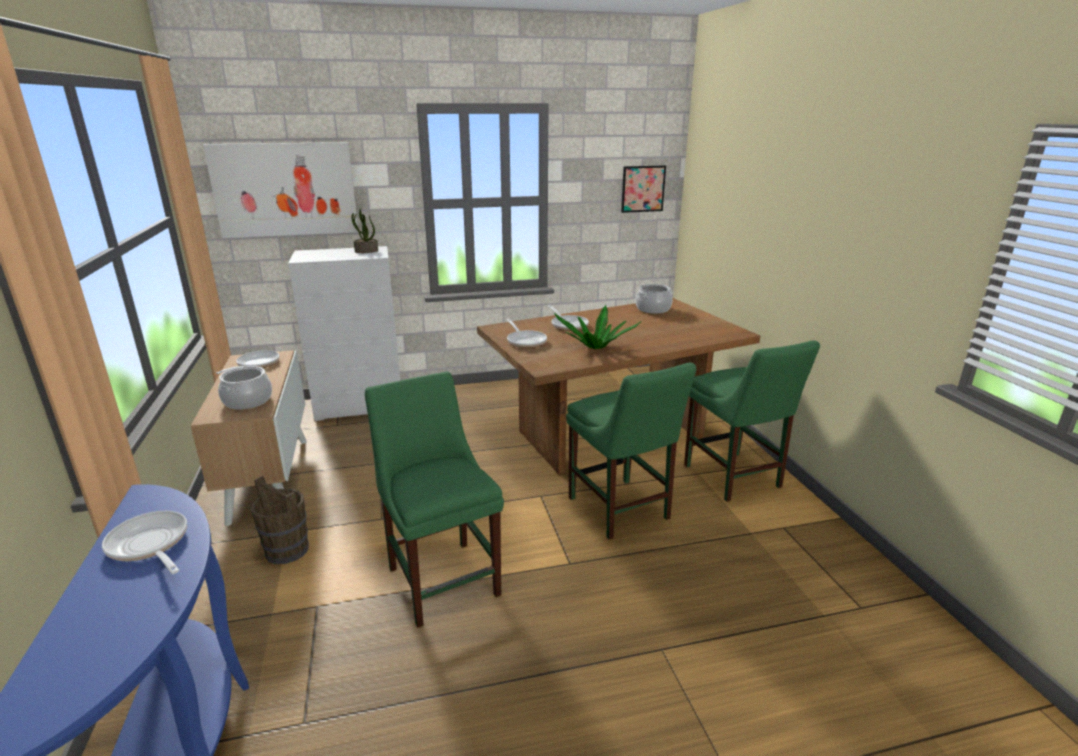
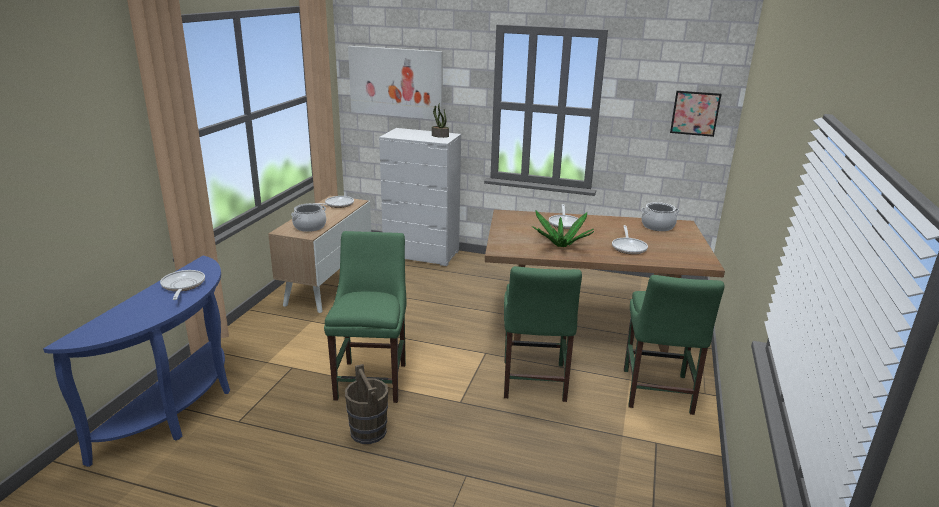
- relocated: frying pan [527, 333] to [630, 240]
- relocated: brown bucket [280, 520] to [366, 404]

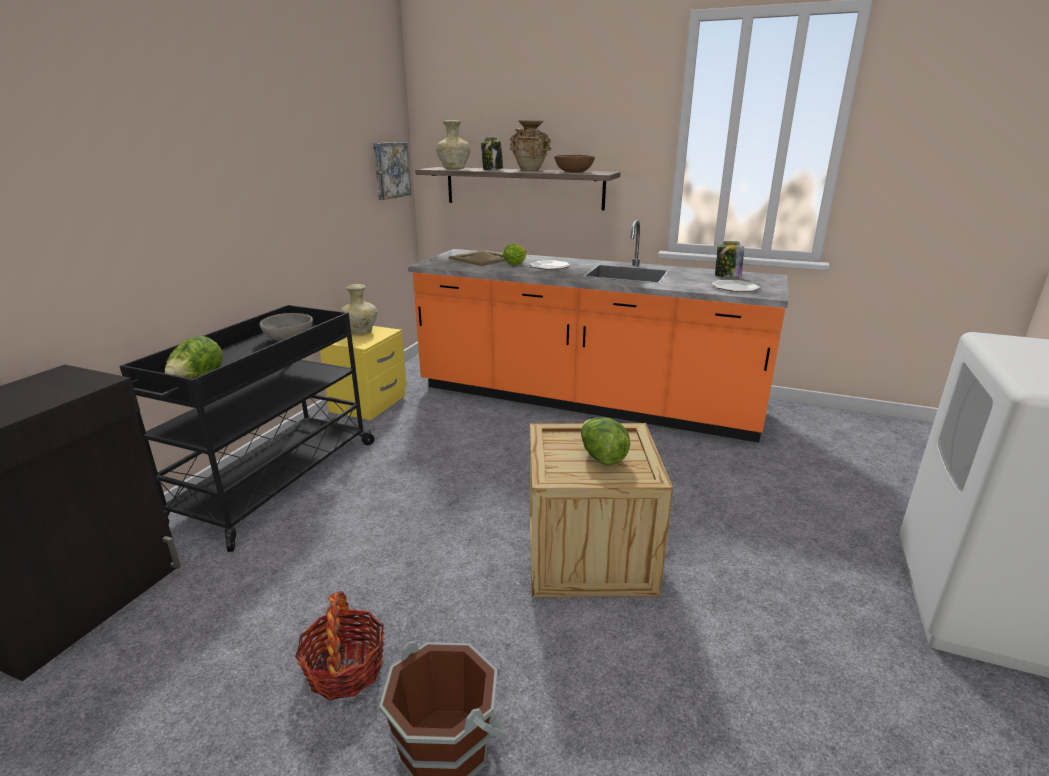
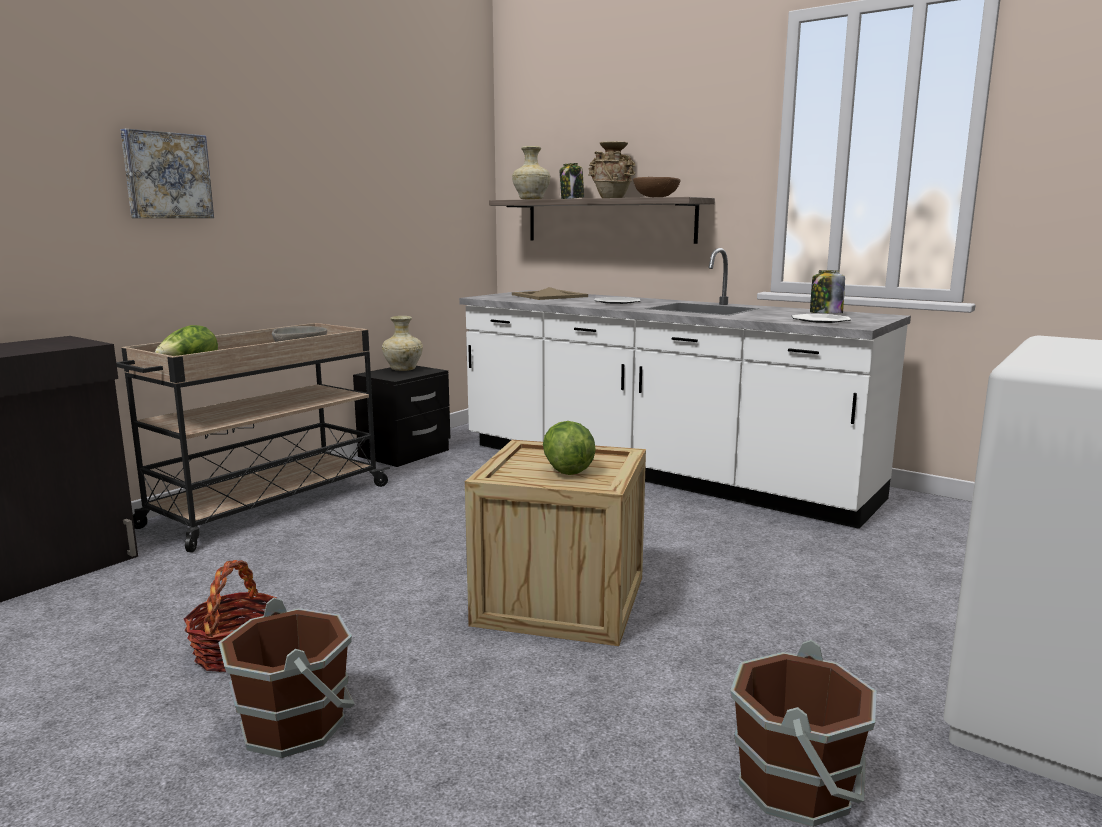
- relocated: picture [392, 171] to [167, 173]
- colour: orange counter [598, 331] to white counter [685, 388]
- missing: lettuce [514, 254]
- colour: black cart [248, 428] to beige cart [253, 437]
- colour: yellow nightstand [363, 373] to black nightstand [401, 416]
- appeared: brown bucket [803, 733]

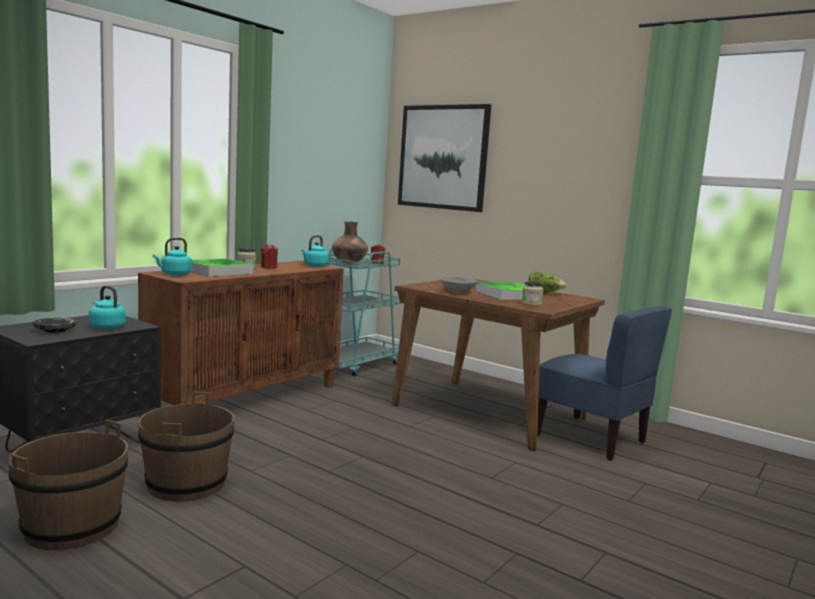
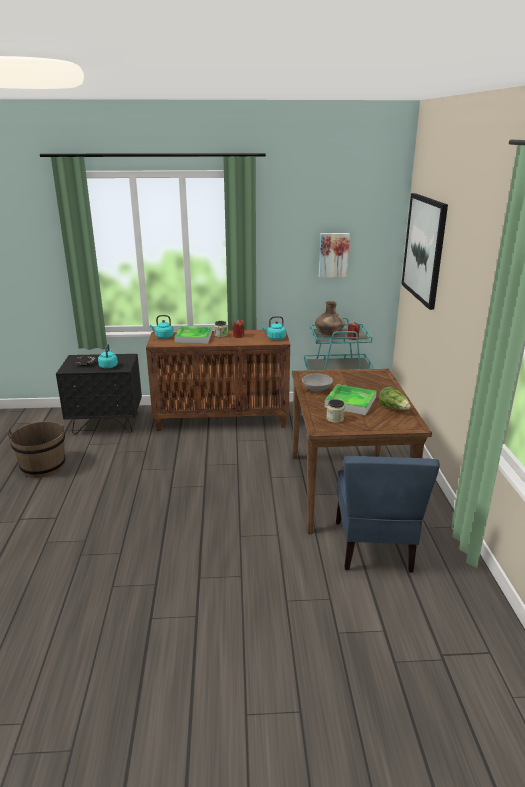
- missing: brown bucket [186, 447]
- appeared: picture [334, 255]

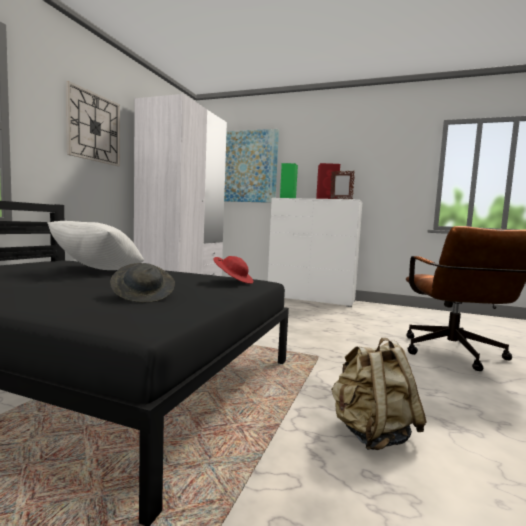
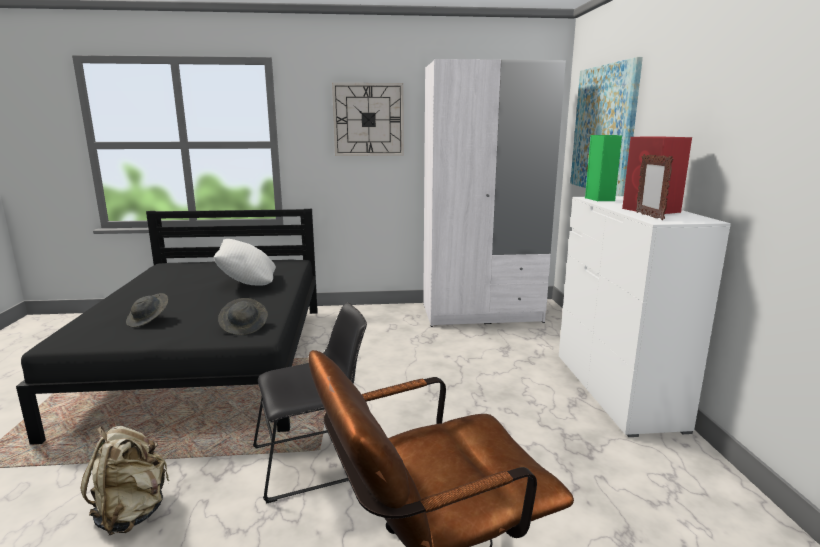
- colour: red hat [233, 270] to grey hat [243, 316]
- appeared: black chair [310, 403]

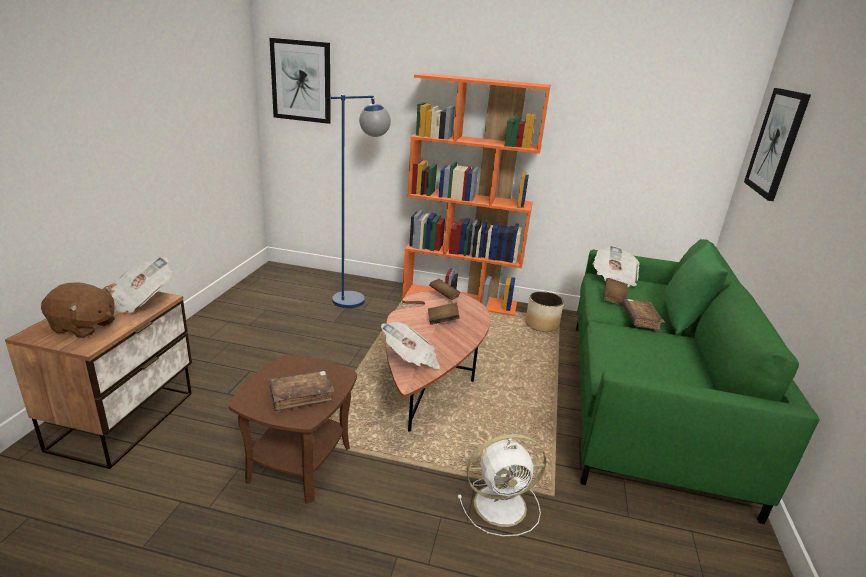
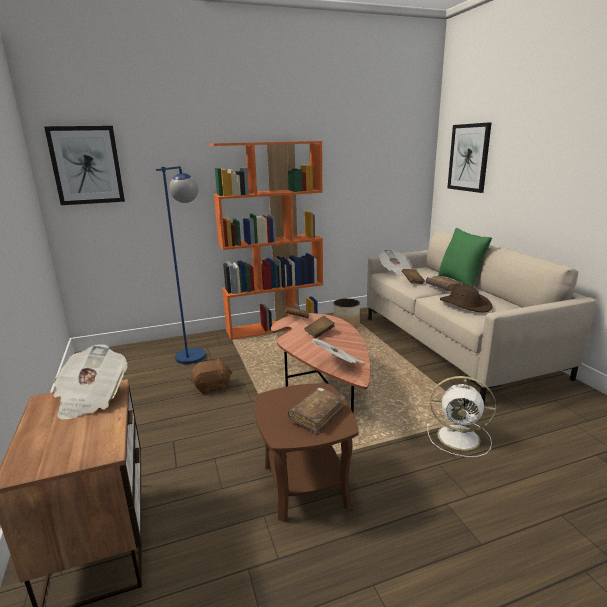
- colour: green sofa [698, 381] to beige sofa [482, 316]
- relocated: brown plush toy [78, 310] to [212, 376]
- spun: white fan [502, 485] = [461, 416] 60 degrees clockwise
- appeared: brown hat [466, 298]

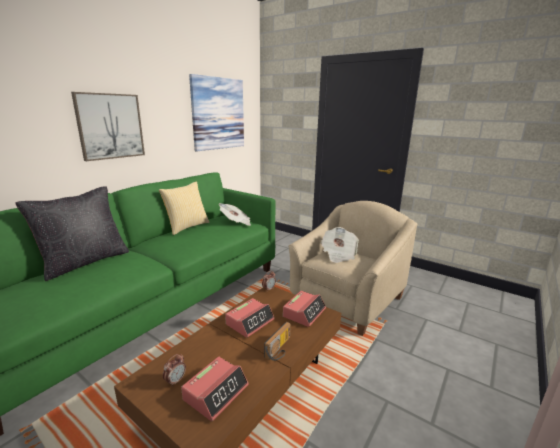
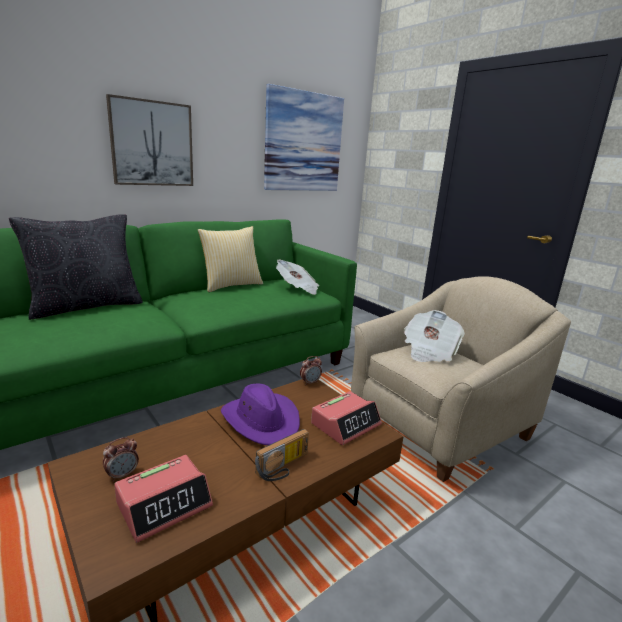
- exchanged: alarm clock [250, 318] to purple hat [260, 414]

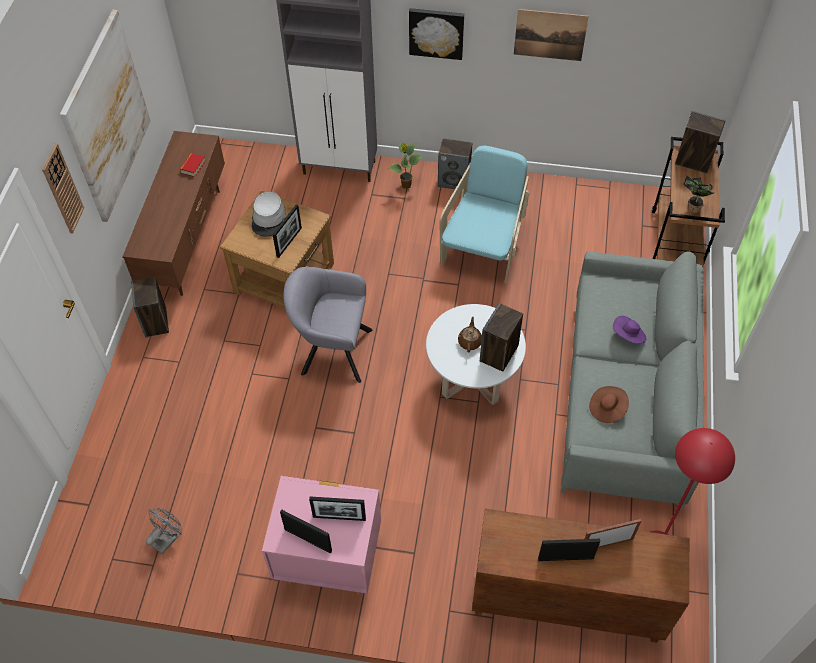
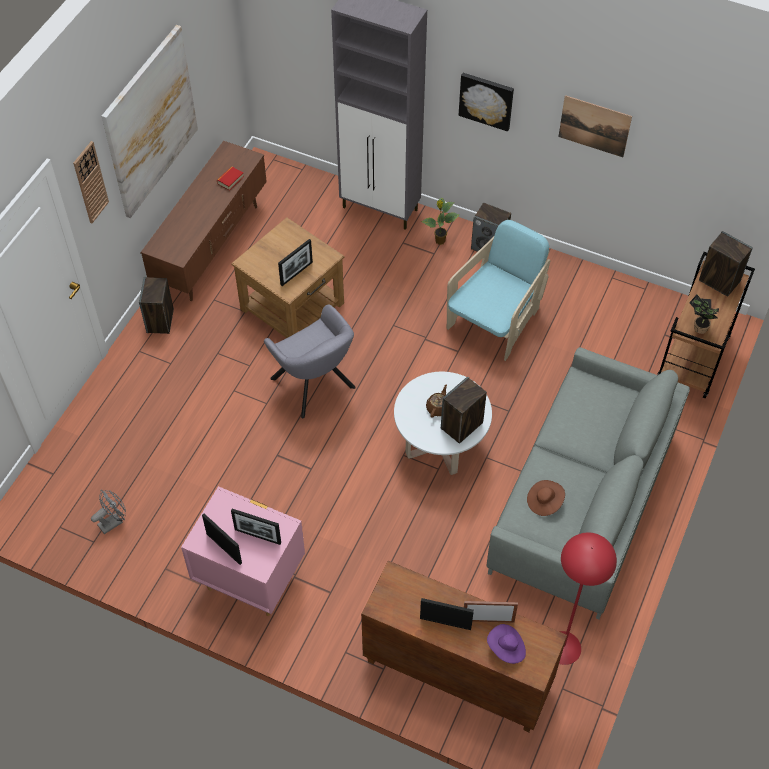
- missing: grey hat [269, 214]
- spun: grey armchair [328, 325] = [310, 362] 150 degrees counterclockwise
- relocated: purple hat [629, 330] to [506, 644]

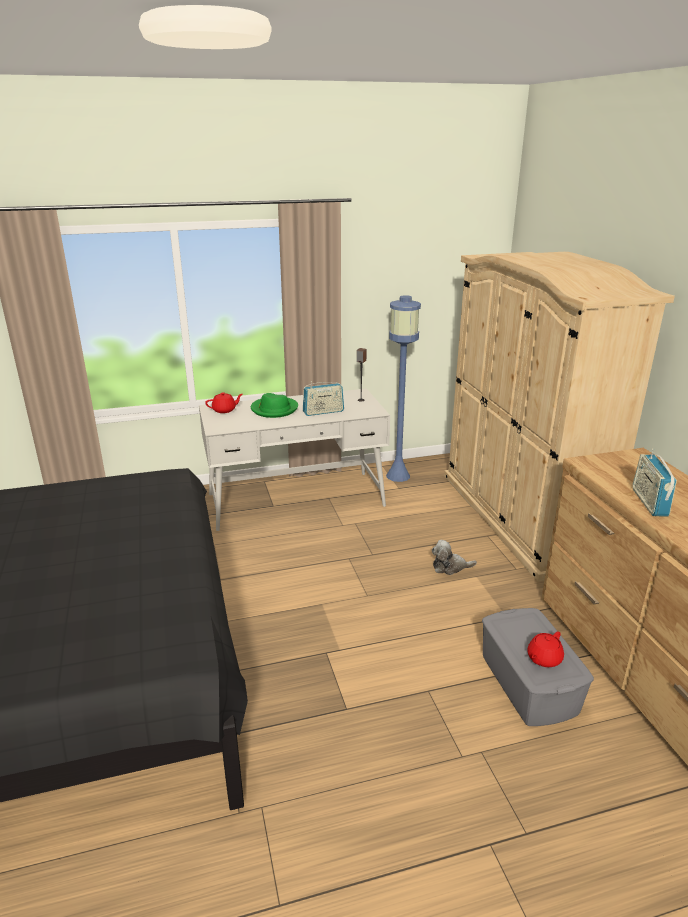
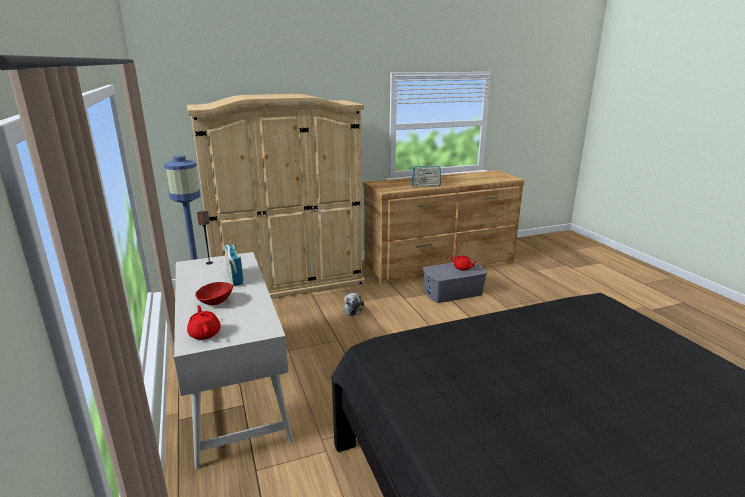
- exchanged: green hat [274, 405] to red bowl [214, 293]

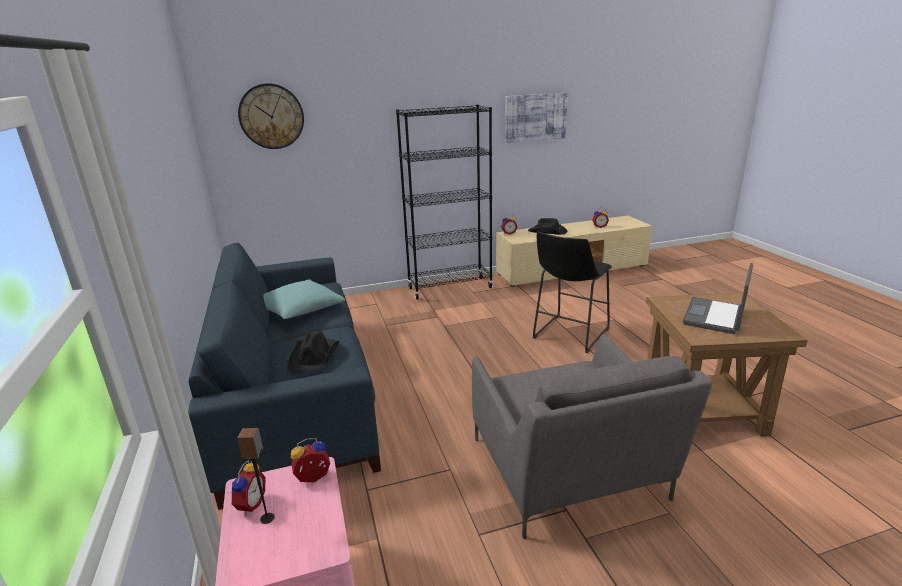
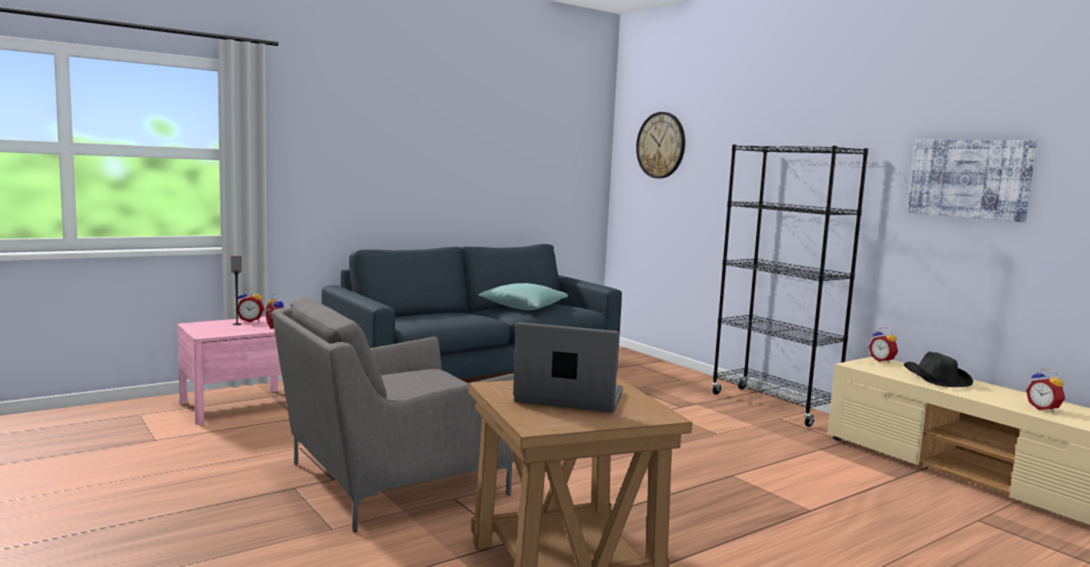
- missing: black stool [572, 292]
- missing: black hat [313, 352]

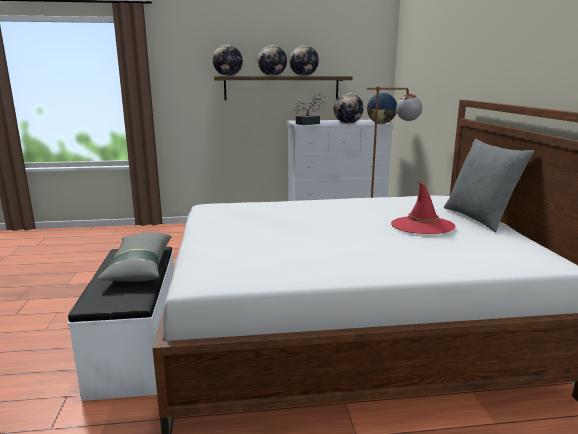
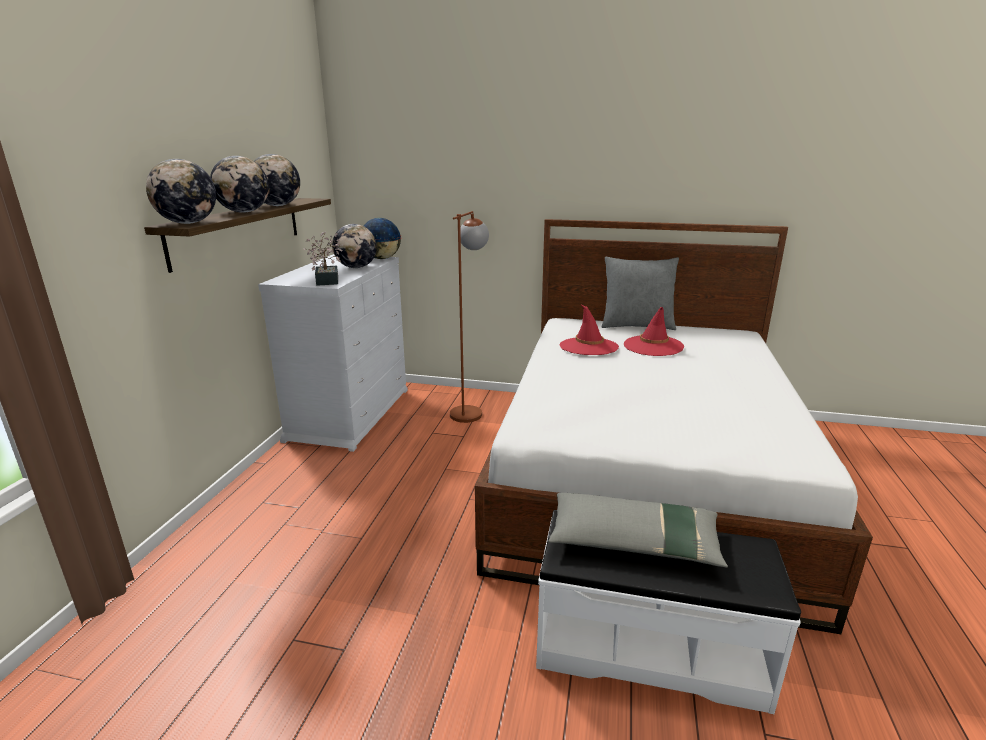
- appeared: red hat [589, 330]

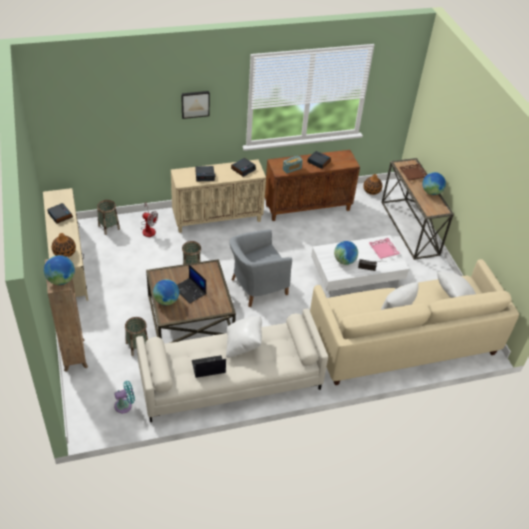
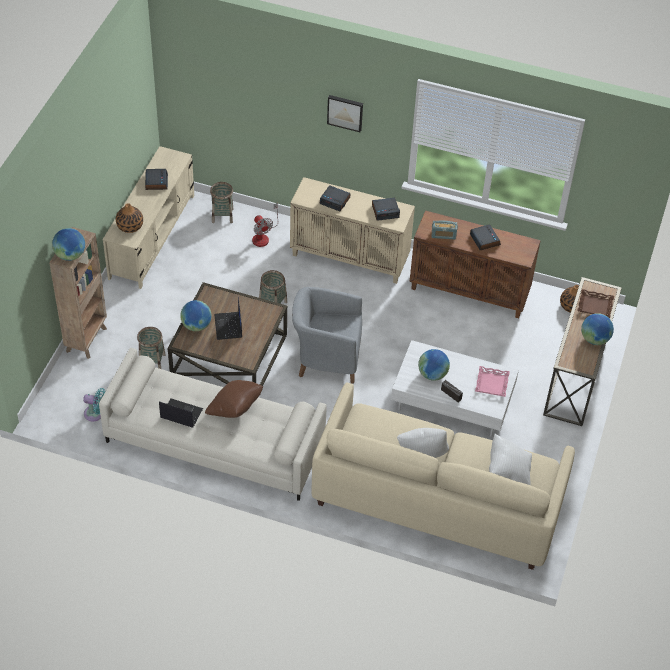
- colour: white pillow [244, 337] to brown pillow [234, 399]

